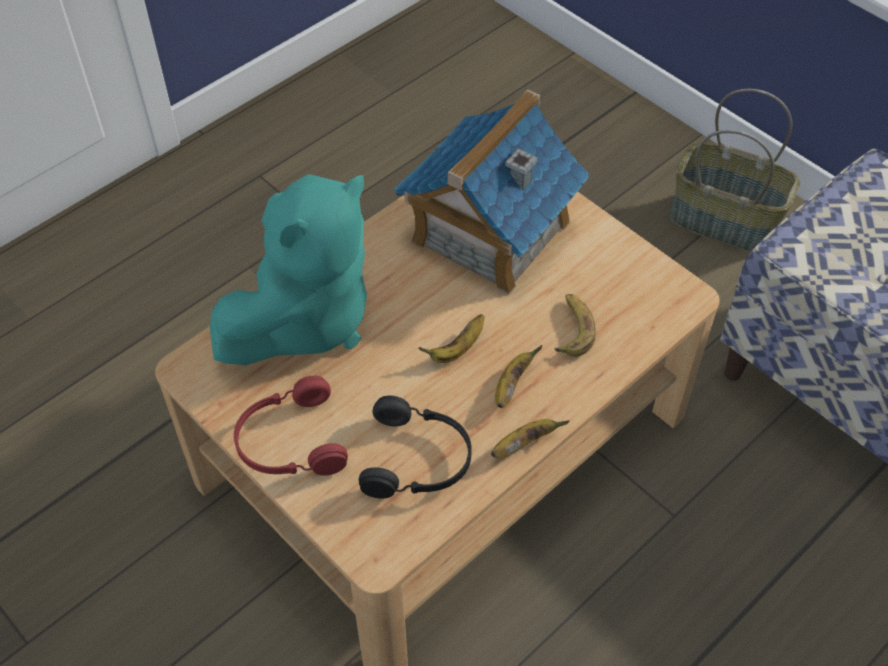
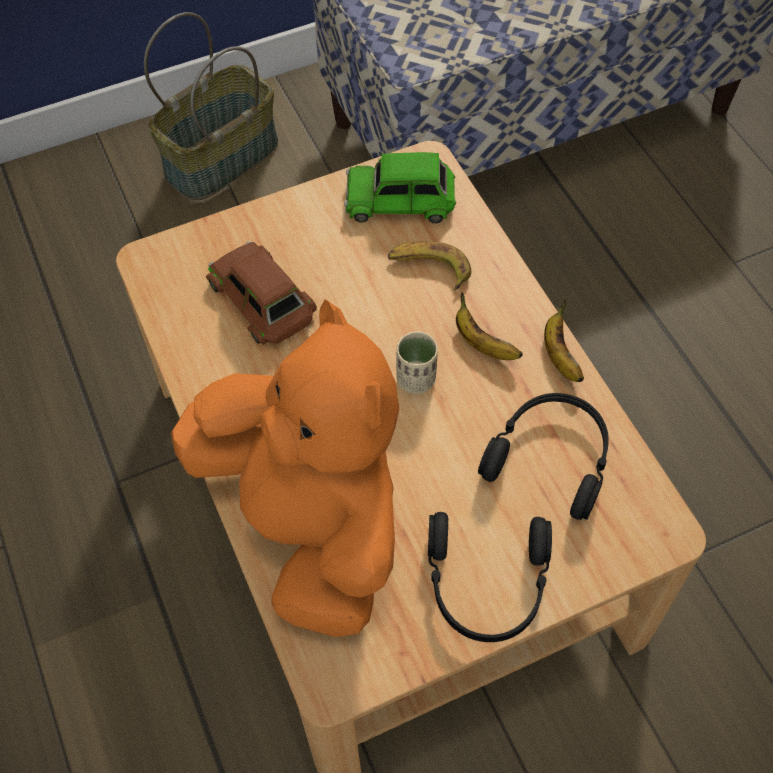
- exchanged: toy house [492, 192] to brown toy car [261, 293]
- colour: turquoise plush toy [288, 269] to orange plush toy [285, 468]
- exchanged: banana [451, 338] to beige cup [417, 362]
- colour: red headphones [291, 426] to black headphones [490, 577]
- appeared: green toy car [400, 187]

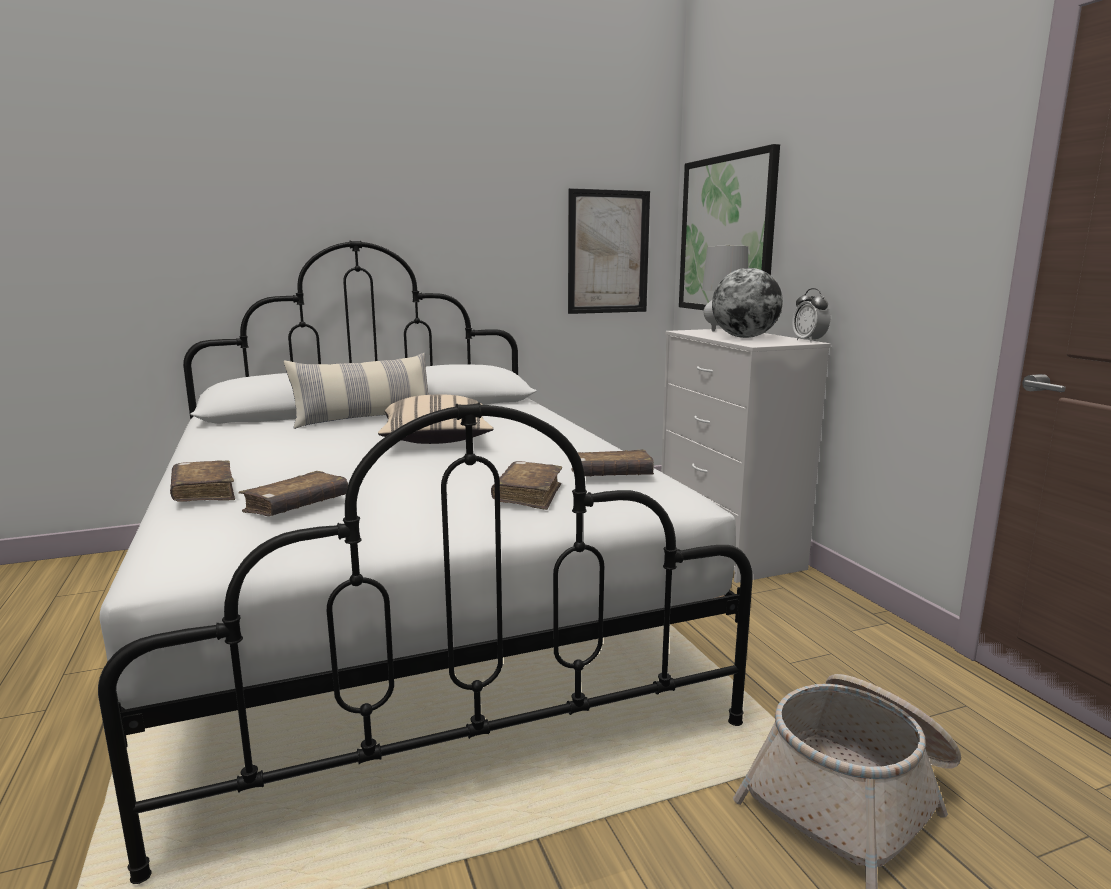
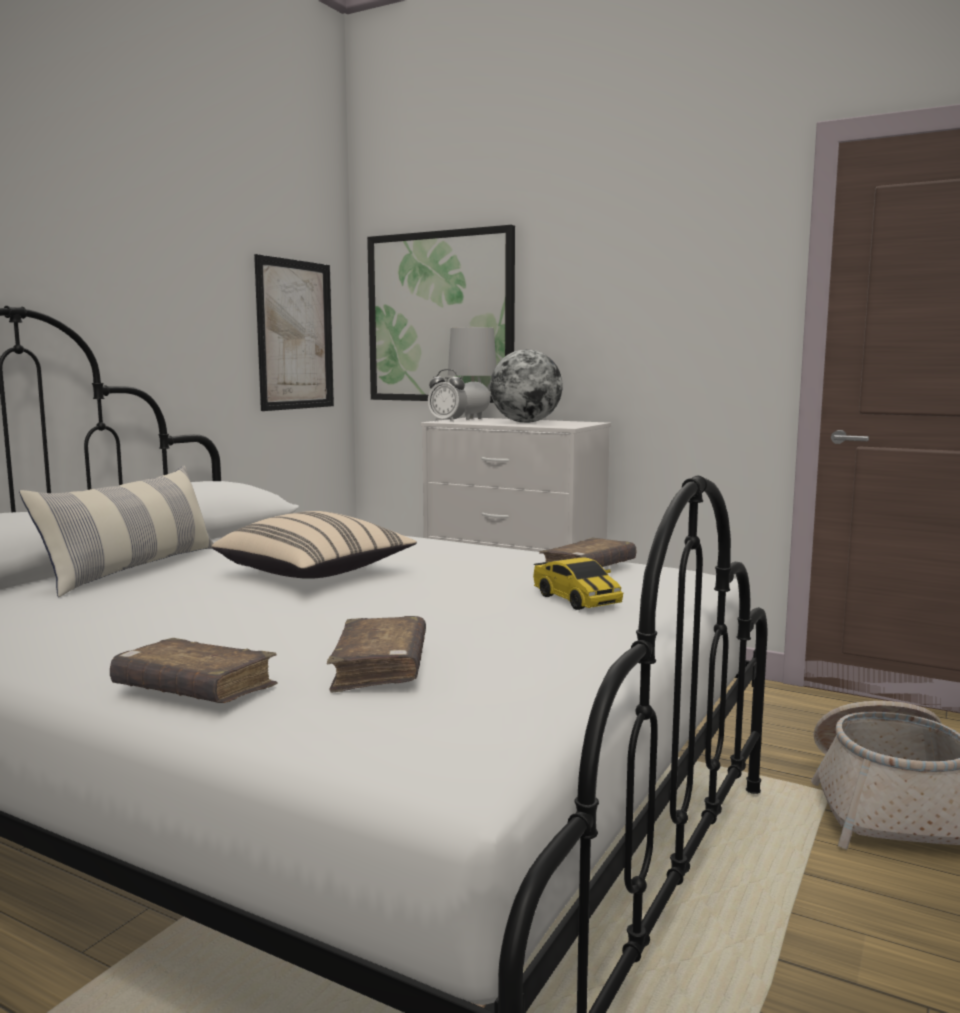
- relocated: alarm clock [811, 315] to [447, 395]
- exchanged: brown book [526, 485] to toy car [578, 584]

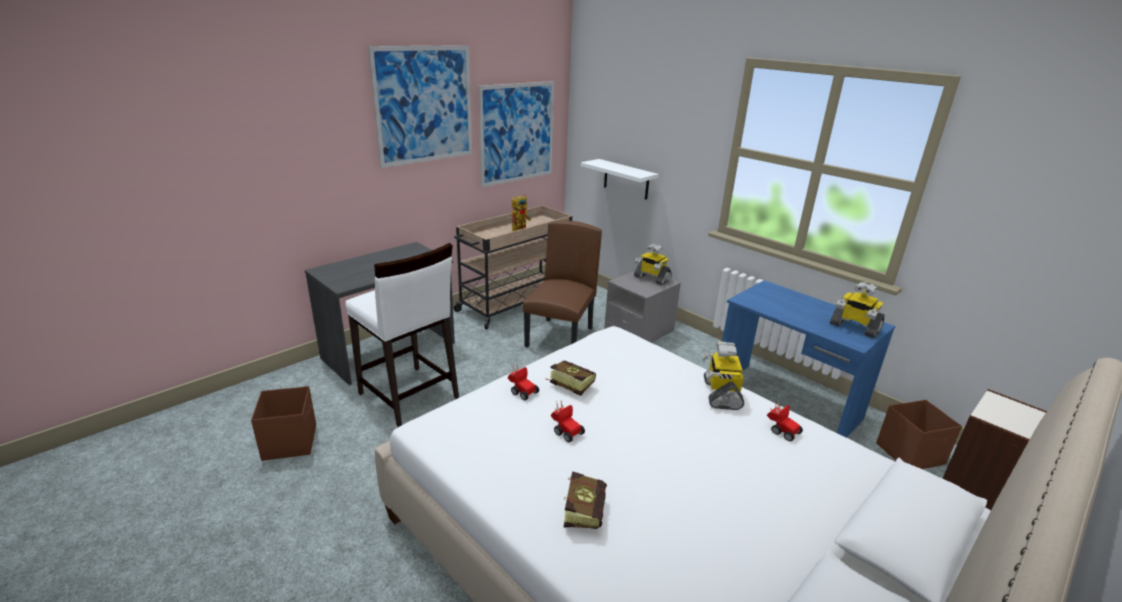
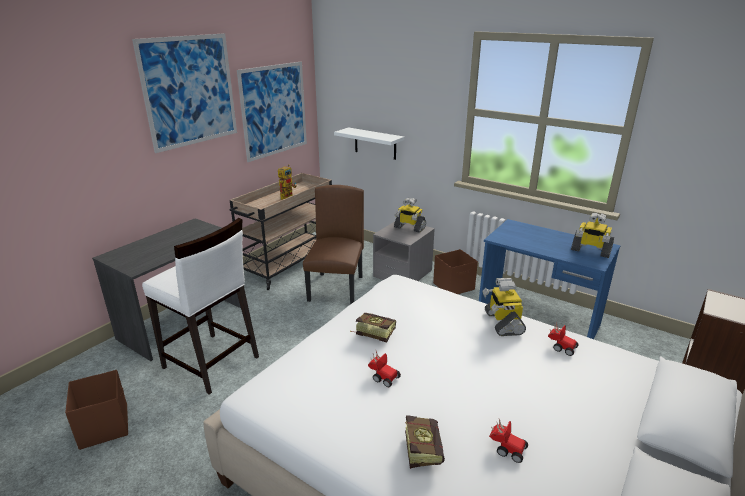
- relocated: toy car [523, 381] to [508, 441]
- relocated: brown storage box [919, 434] to [455, 271]

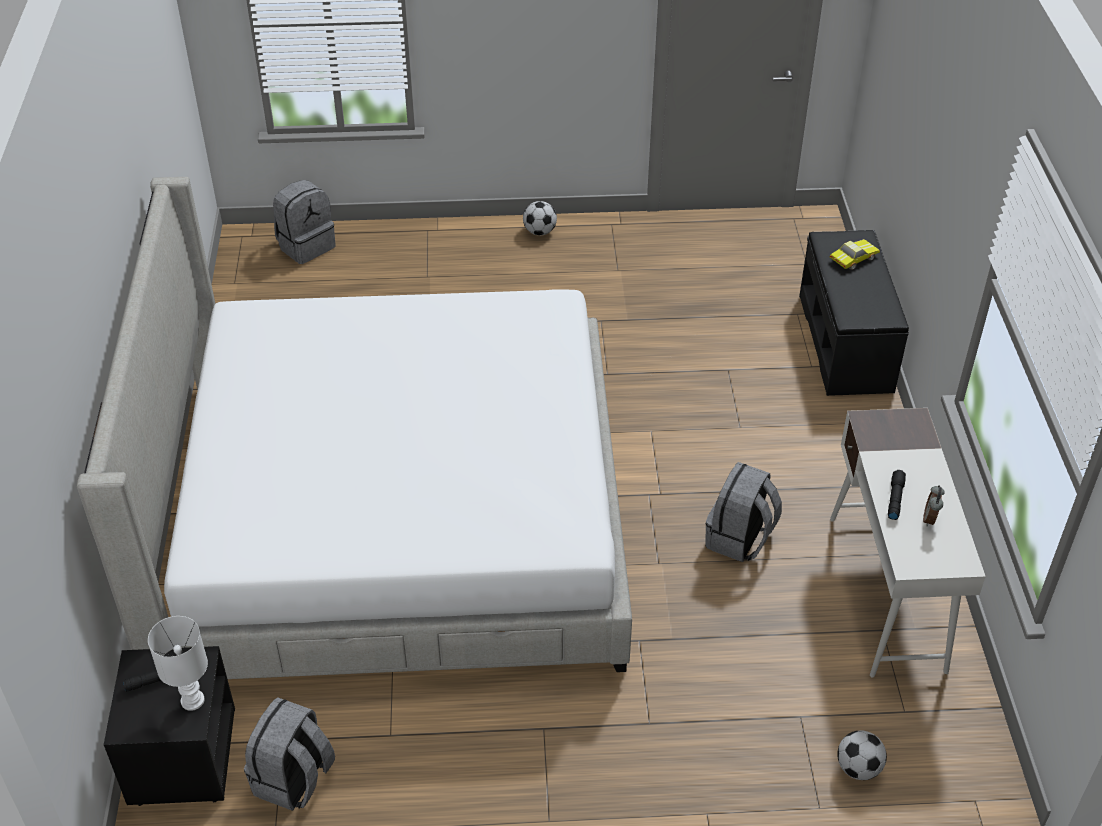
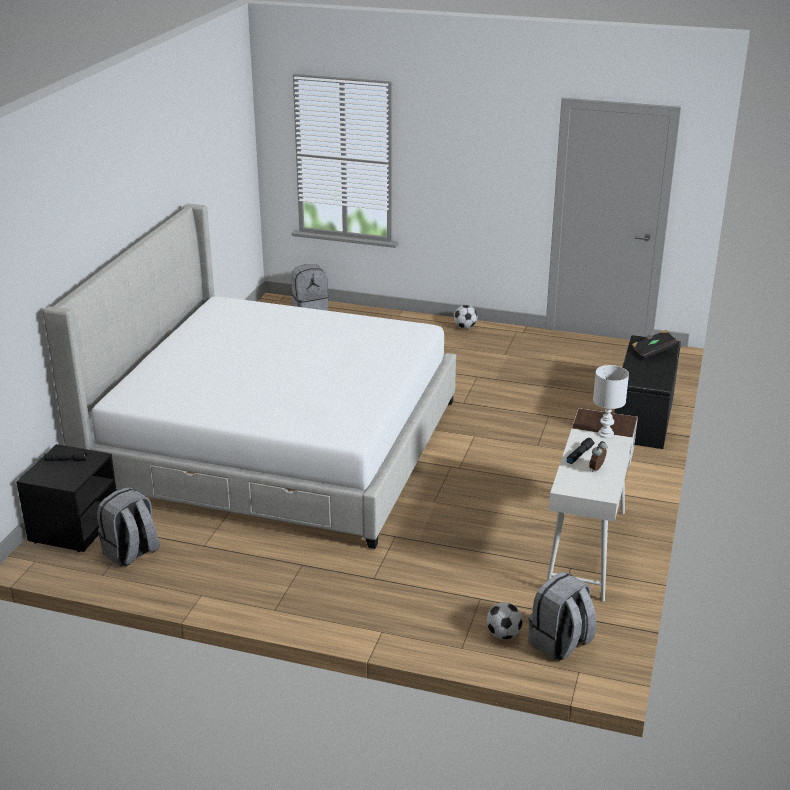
- exchanged: toy car [855, 254] to black book [654, 344]
- relocated: grey backpack [743, 512] to [562, 616]
- relocated: white table lamp [178, 663] to [611, 401]

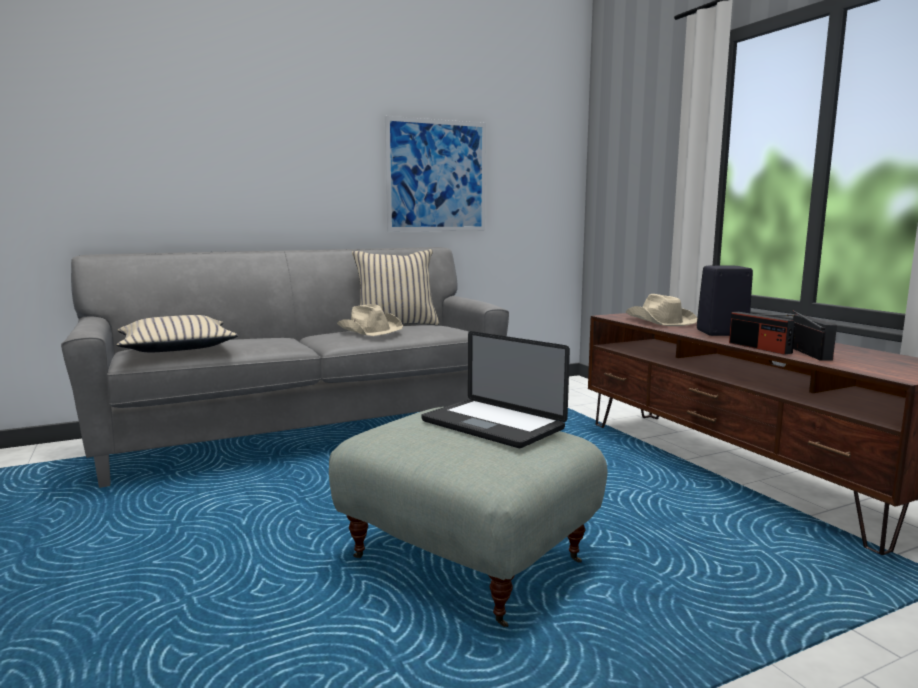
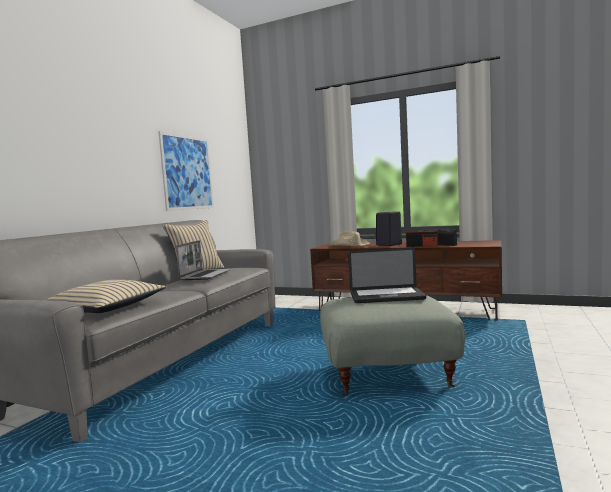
- exchanged: beige hat [370, 320] to laptop [203, 260]

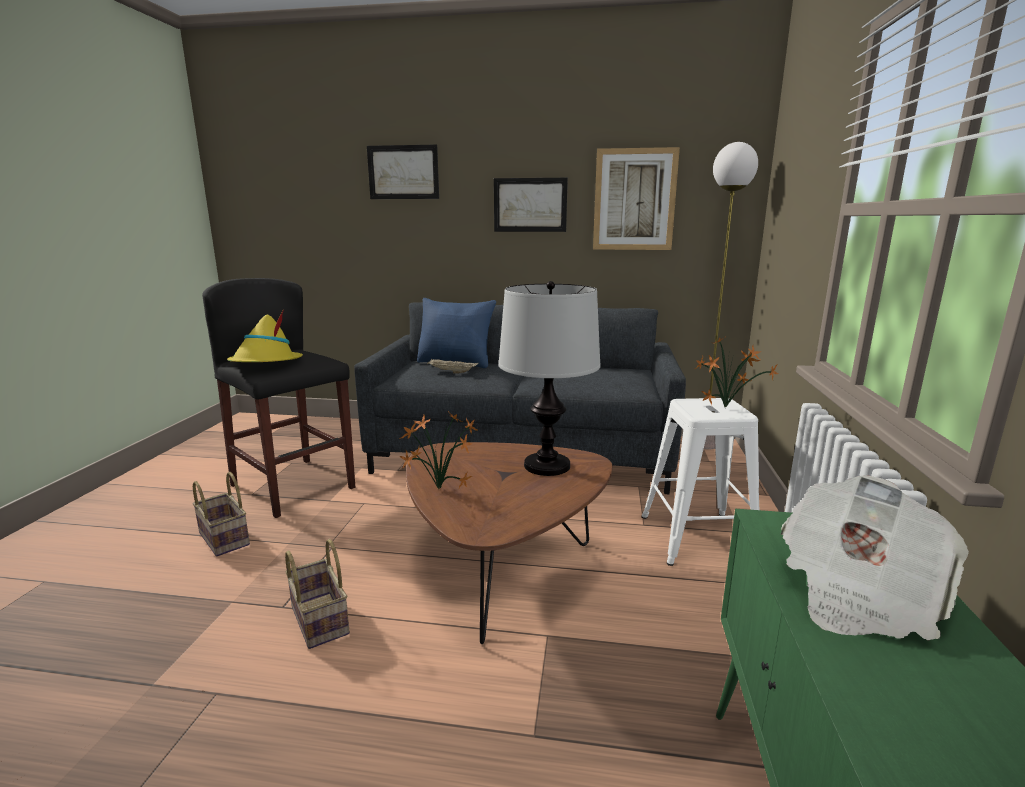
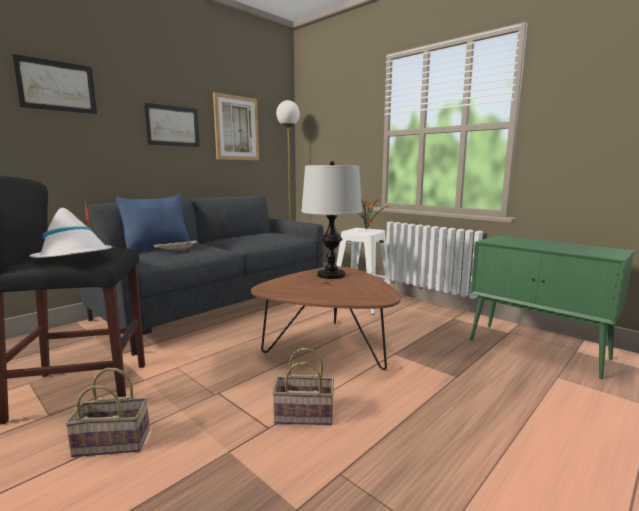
- colour: yellow hat [265, 335] to white hat [70, 229]
- missing: potted plant [438, 450]
- missing: newspaper [875, 557]

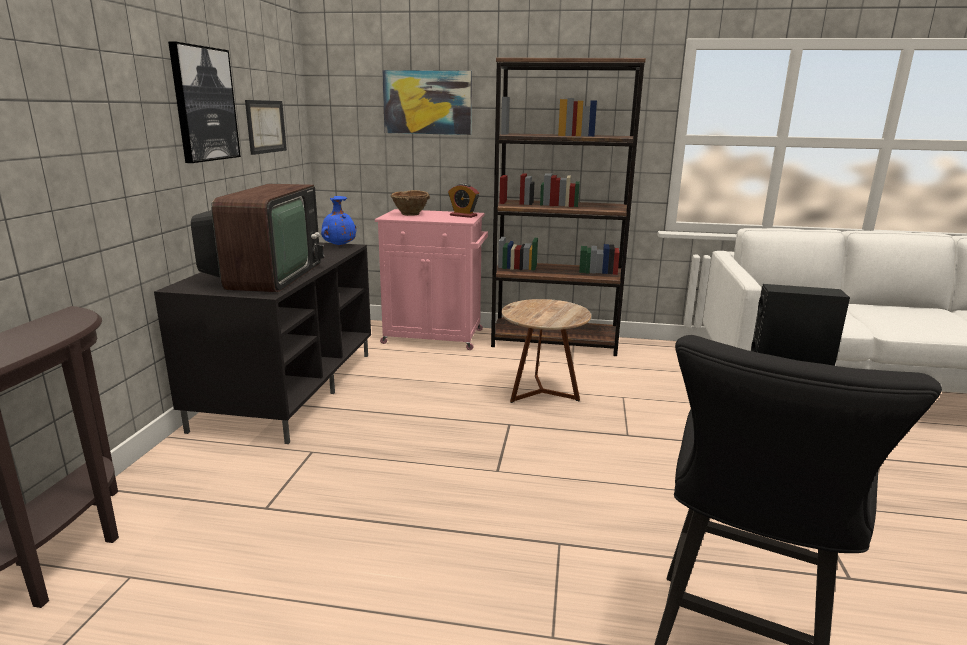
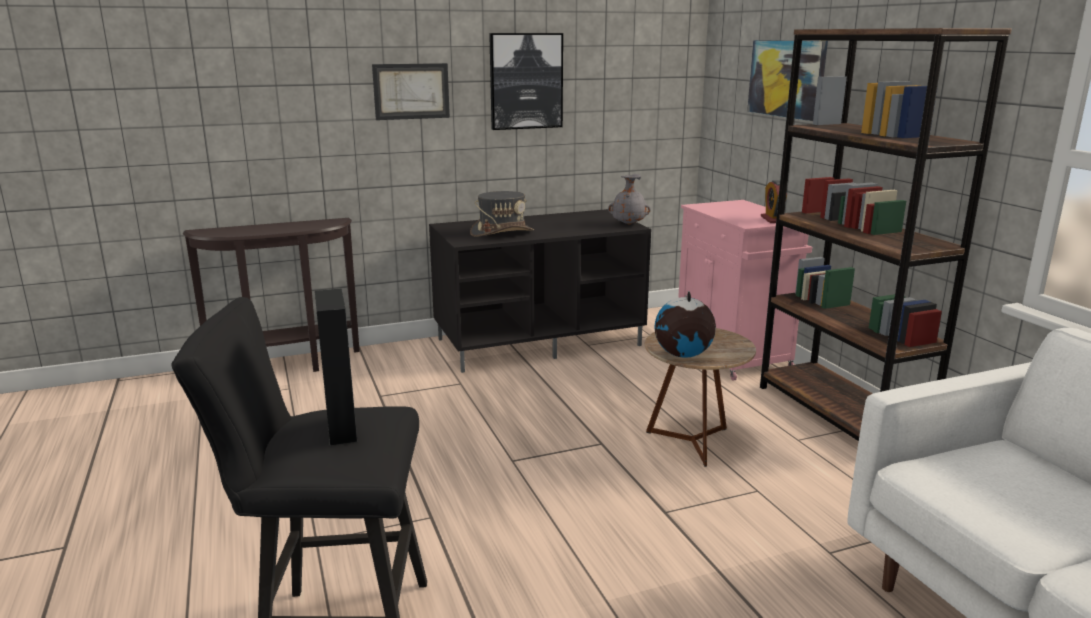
- relocated: picture [266, 127] to [411, 91]
- exchanged: television [258, 238] to grey hat [502, 214]
- missing: brown bowl [410, 203]
- colour: blue vase [339, 221] to grey vase [629, 199]
- appeared: globe [685, 324]

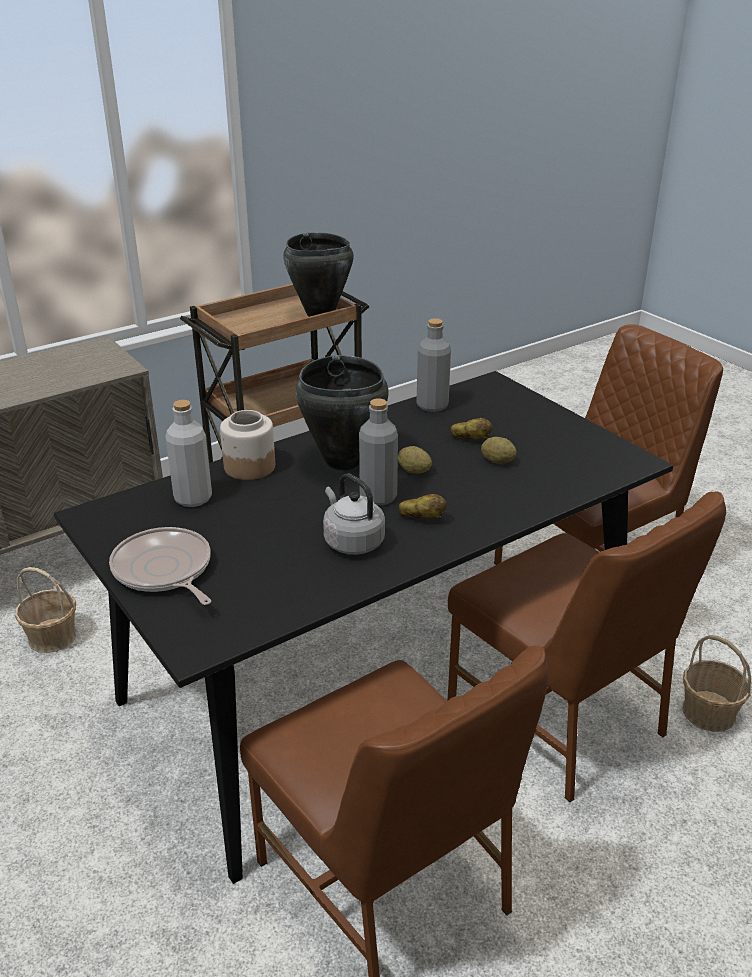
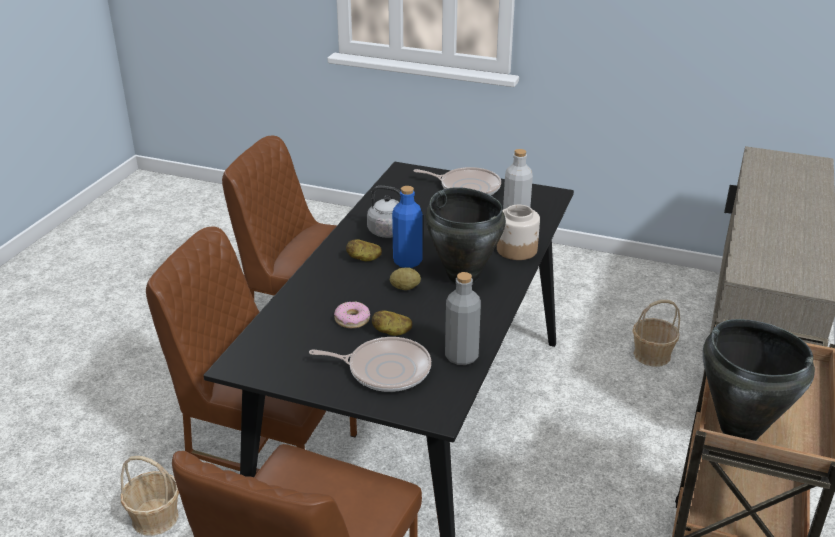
- colour: grey bottle [378, 452] to blue bottle [407, 227]
- exchanged: potato [498, 450] to donut [352, 315]
- appeared: frying pan [370, 364]

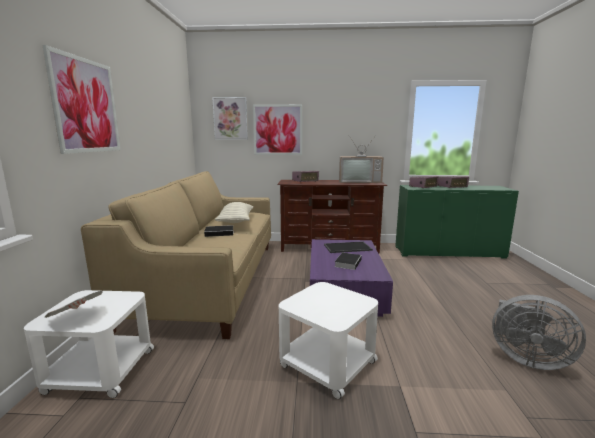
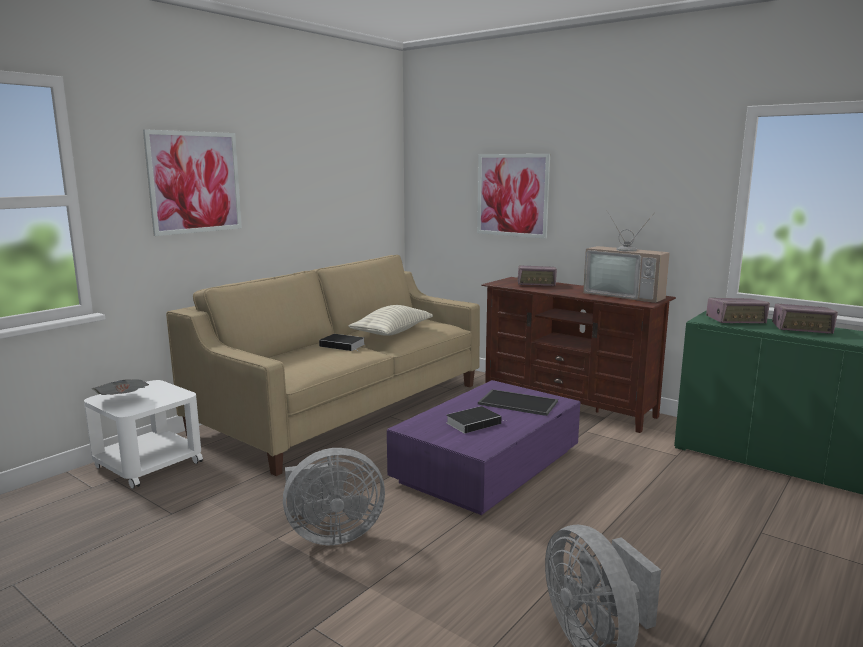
- missing: picture [230, 118]
- exchanged: white side table [328, 340] to grey fan [334, 496]

